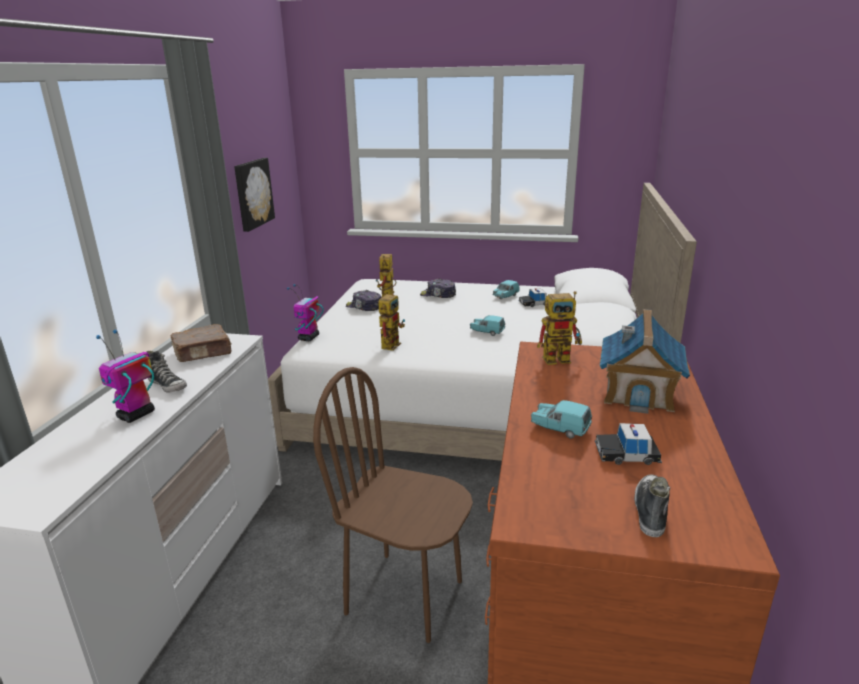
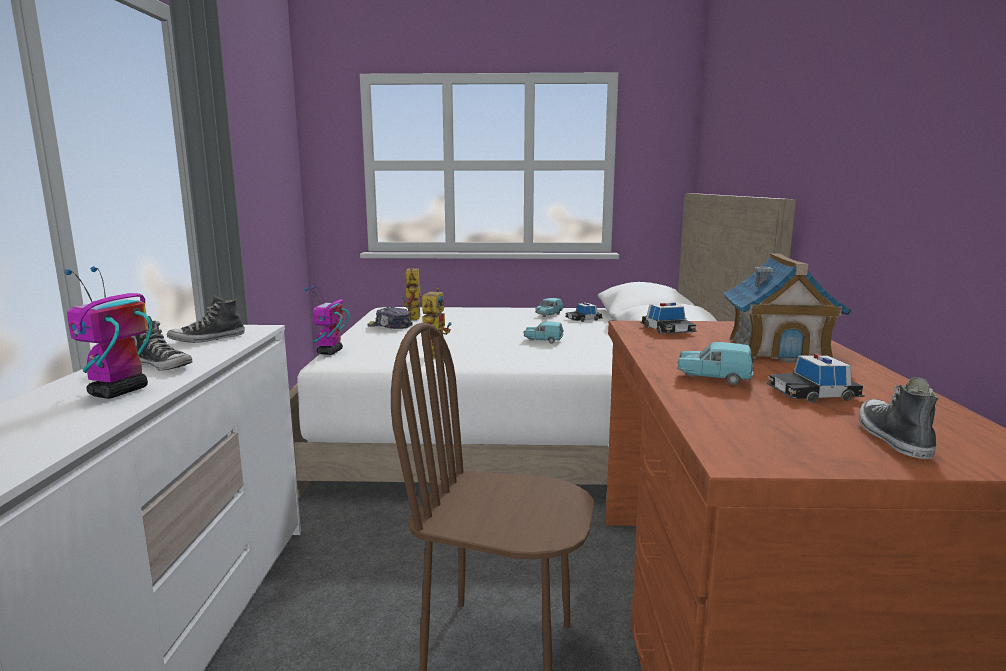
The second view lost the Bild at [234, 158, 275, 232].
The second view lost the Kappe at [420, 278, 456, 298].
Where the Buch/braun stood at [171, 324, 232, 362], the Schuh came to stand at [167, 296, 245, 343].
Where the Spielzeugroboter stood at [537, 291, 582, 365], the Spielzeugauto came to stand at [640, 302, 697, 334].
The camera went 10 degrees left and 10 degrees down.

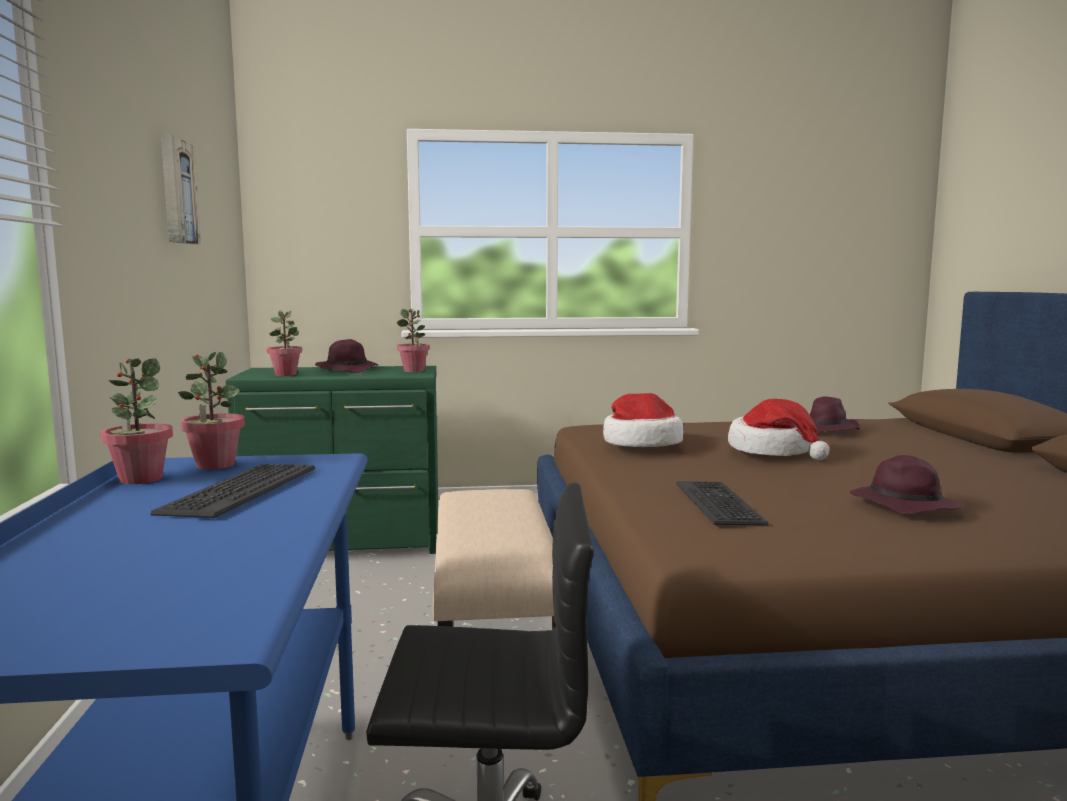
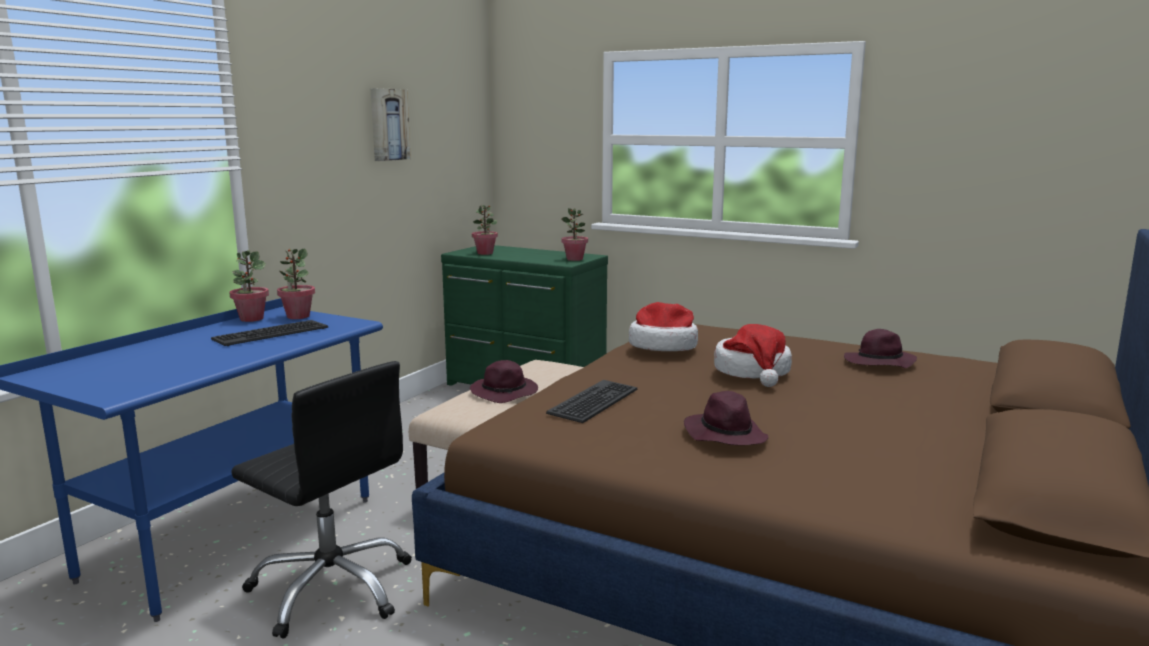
The Hut/lila ended up elsewhere, having gone from [315, 339, 379, 373] to [470, 360, 538, 403].
The camera went 35 degrees right and 5 degrees up.

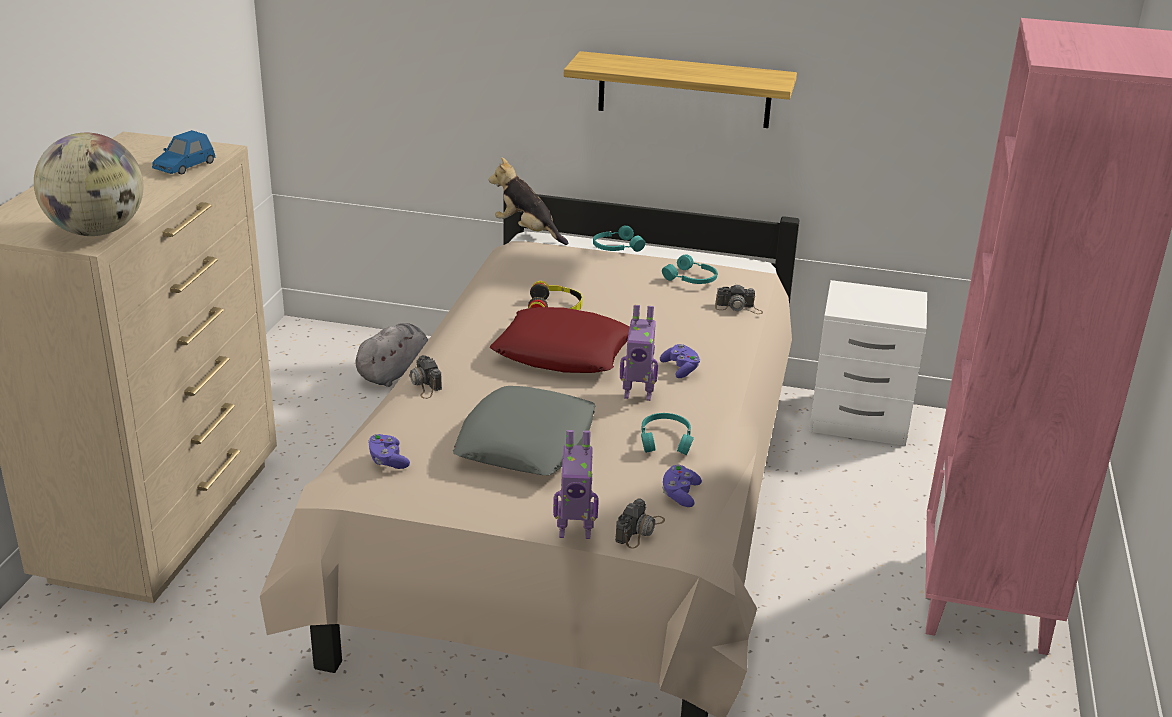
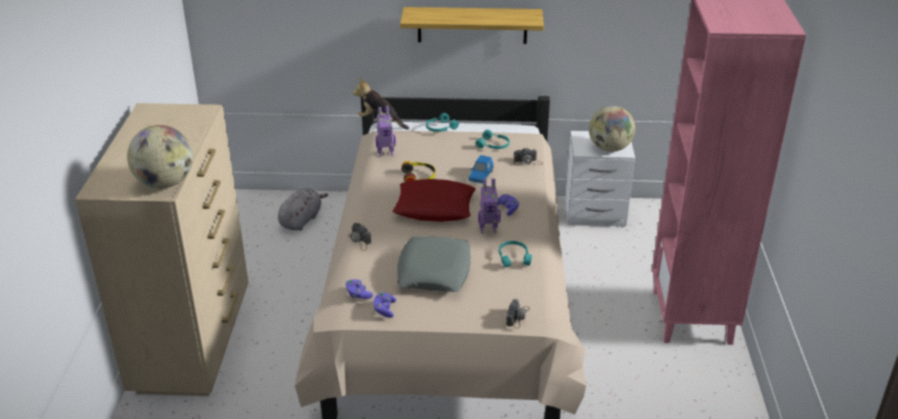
The second view gained the Globus at [589, 106, 635, 152].
The Spielzeugauto/blau ended up elsewhere, having gone from [152, 130, 215, 174] to [469, 155, 494, 184].
The Spielzeugroboter ended up elsewhere, having gone from [553, 430, 599, 539] to [376, 106, 396, 157].
The Gamepad/lila ended up elsewhere, having gone from [662, 465, 702, 507] to [374, 292, 396, 318].
The camera went 10 degrees left and 5 degrees up.

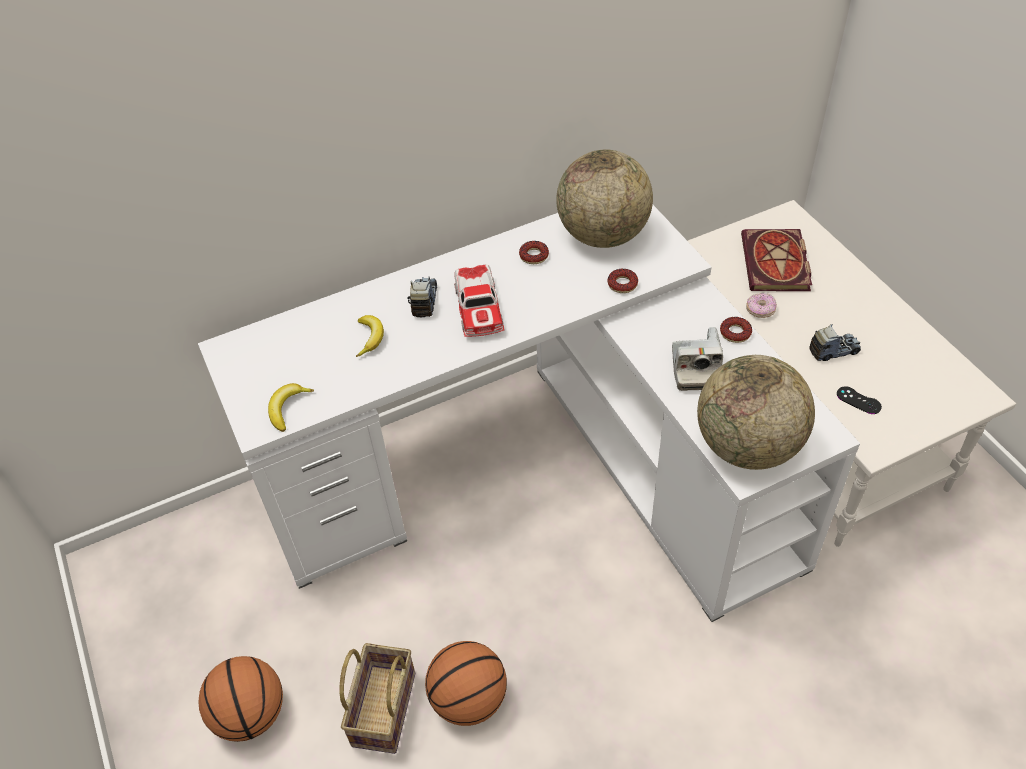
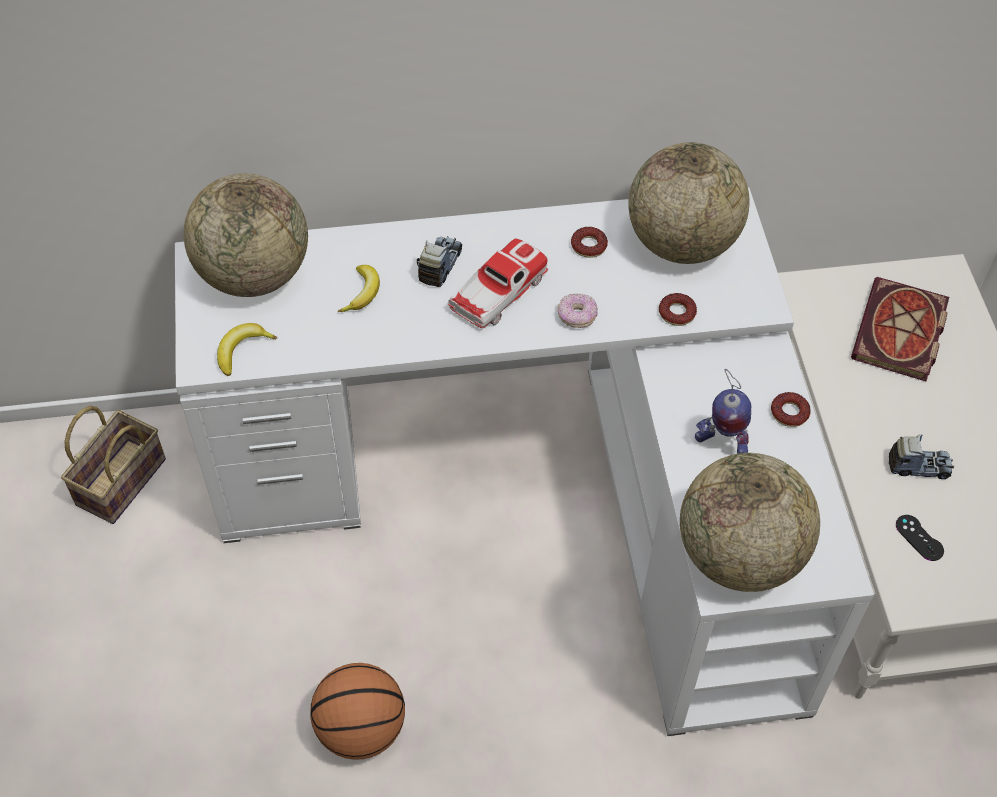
The second view lost the Basketball at [199, 656, 283, 742].
The second view gained the Globus at [184, 173, 308, 297].
The Korb ended up elsewhere, having gone from [339, 643, 415, 754] to [61, 406, 166, 524].
The Donut ended up elsewhere, having gone from [746, 293, 777, 318] to [558, 293, 598, 328].
Where the Kamera stood at [672, 327, 723, 391], the Spielzeugroboter came to stand at [695, 369, 751, 454].
The Spielzeugauto at [454, 265, 505, 337] ended up facing another way, 150 degrees counterclockwise from before.
The camera went 15 degrees right and 5 degrees up.

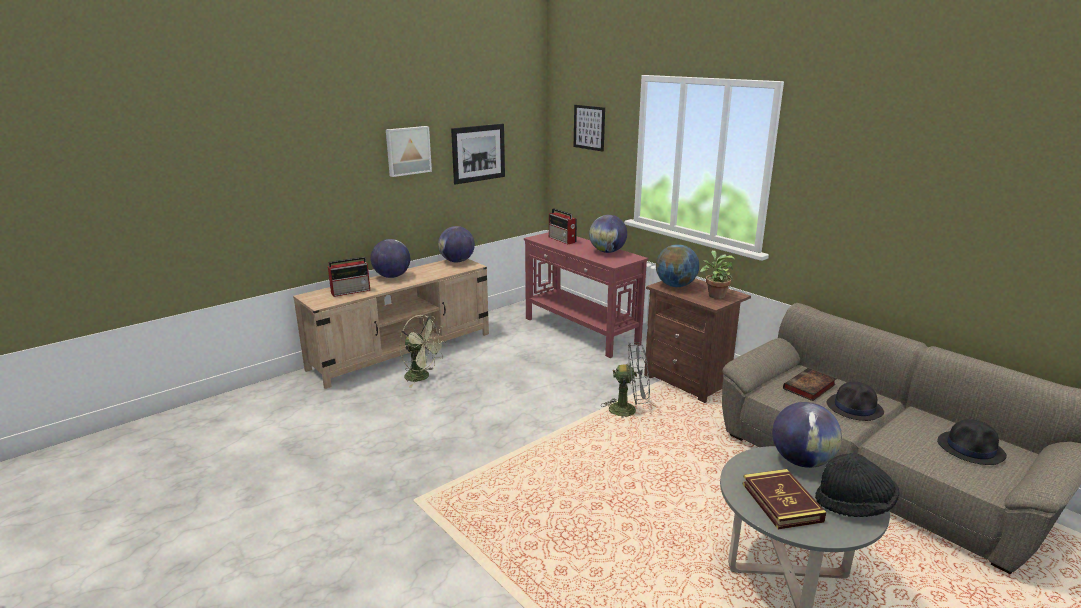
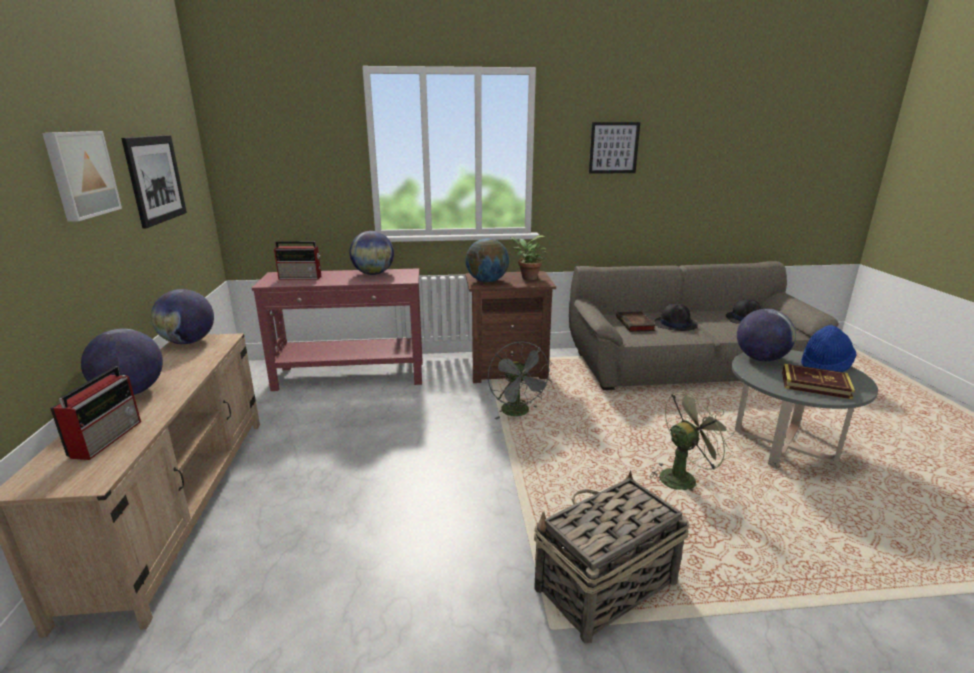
The second view gained the Korb at [534, 470, 690, 643].
The Ventilator/grün ended up elsewhere, having gone from [400, 315, 446, 387] to [650, 389, 735, 491].
The Bild ended up elsewhere, having gone from [574, 105, 605, 152] to [589, 122, 640, 174].
What was the Hut/schwarz at [815, 453, 900, 517] turned into the Hut/blau at [801, 325, 856, 372].
The Ventilator/grau at [602, 342, 650, 418] ended up facing another way, 120 degrees clockwise from before.
The camera went 55 degrees left and 0 degrees up.

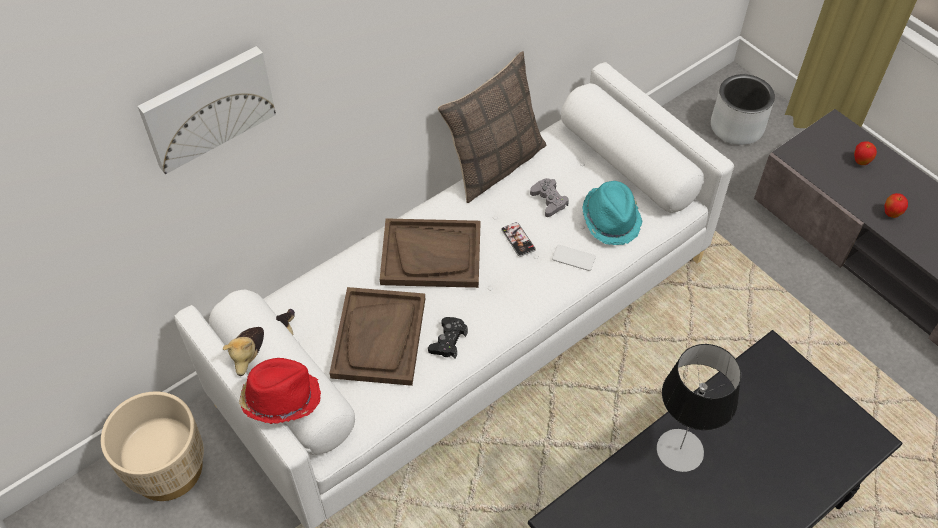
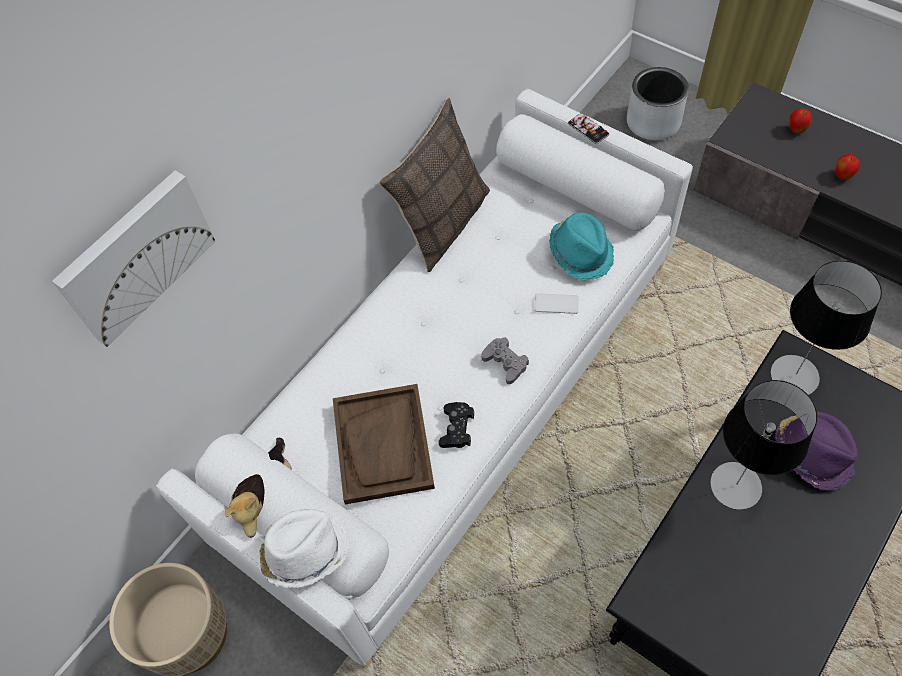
The second view lost the Tablett/braun at [380, 218, 480, 288].
The second view gained the Tischlampe at [771, 260, 882, 395].
The second view gained the Hut/lila at [775, 411, 858, 491].
The Handy ended up elsewhere, having gone from [501, 222, 536, 257] to [568, 113, 609, 144].
The Gamepad/grau ended up elsewhere, having gone from [530, 178, 569, 217] to [481, 337, 529, 384].
What was the Hut/rot at [239, 358, 321, 424] turned into the Hut/weiß at [260, 510, 350, 588].
The camera went 10 degrees left and 5 degrees up.

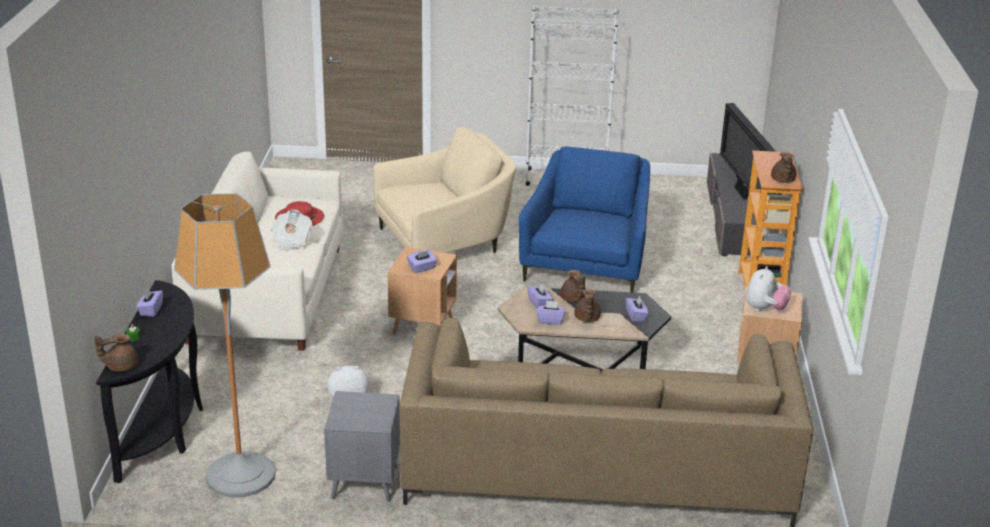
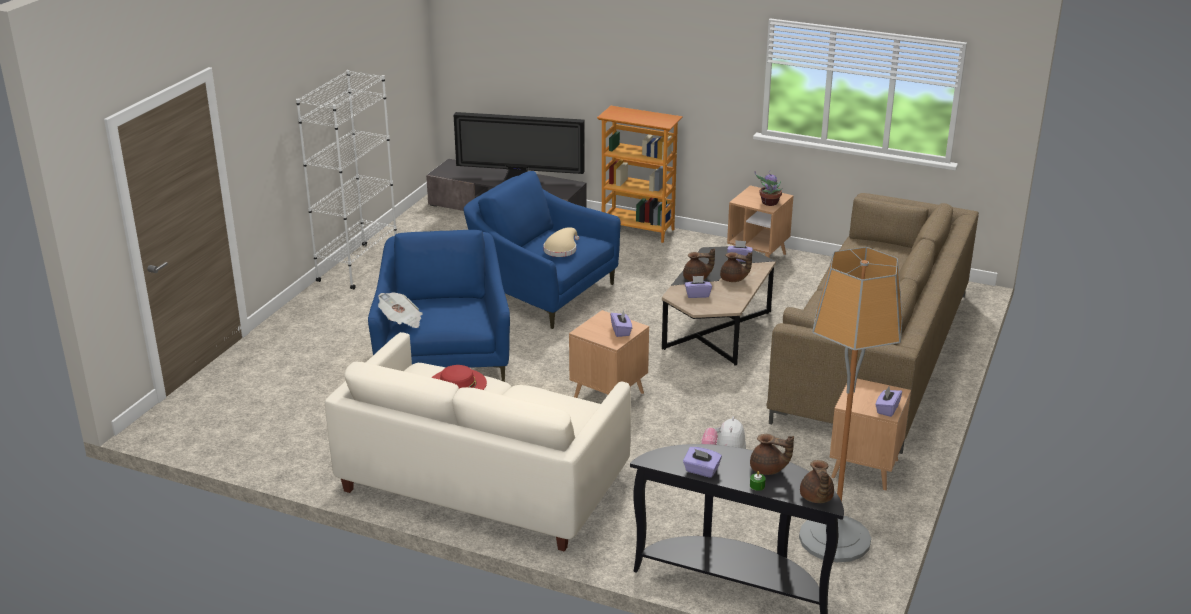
The second view gained the Hut/beige at [544, 227, 579, 257].
The Zeitung ended up elsewhere, having gone from [271, 210, 313, 251] to [378, 292, 423, 328].
The Taschentuchbox/lila ended up elsewhere, having gone from [537, 300, 565, 325] to [875, 387, 902, 417].
The Teekanne/braun ended up elsewhere, having gone from [771, 152, 796, 183] to [750, 434, 794, 475].
Where the Plüschtier stood at [746, 266, 791, 312], the Topfpflanze came to stand at [755, 171, 782, 206].
What was the Beistelltisch/grau at [324, 391, 400, 503] turned into the Beistelltisch/braun at [830, 379, 911, 491].
What was the Sessel/beige at [373, 127, 516, 253] turned into the Sessel/blau at [368, 230, 510, 382].
The camera went 70 degrees left and 0 degrees up.

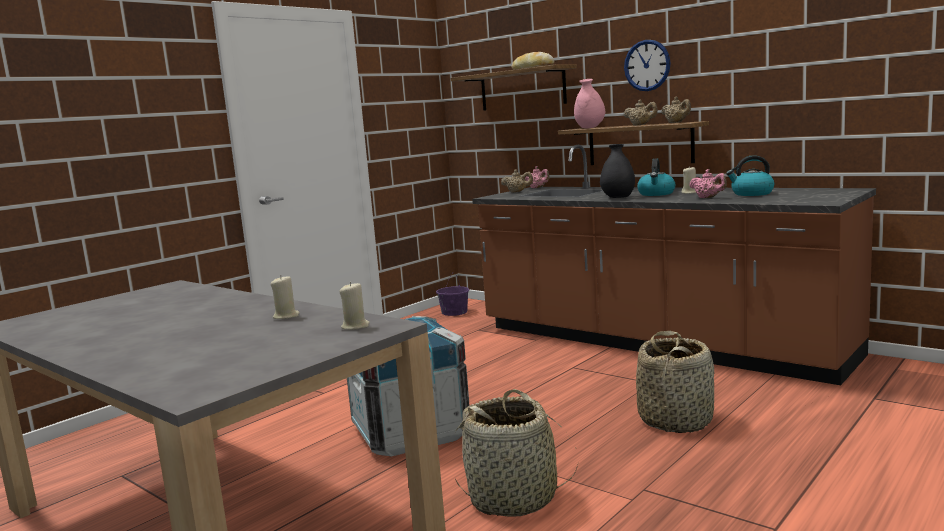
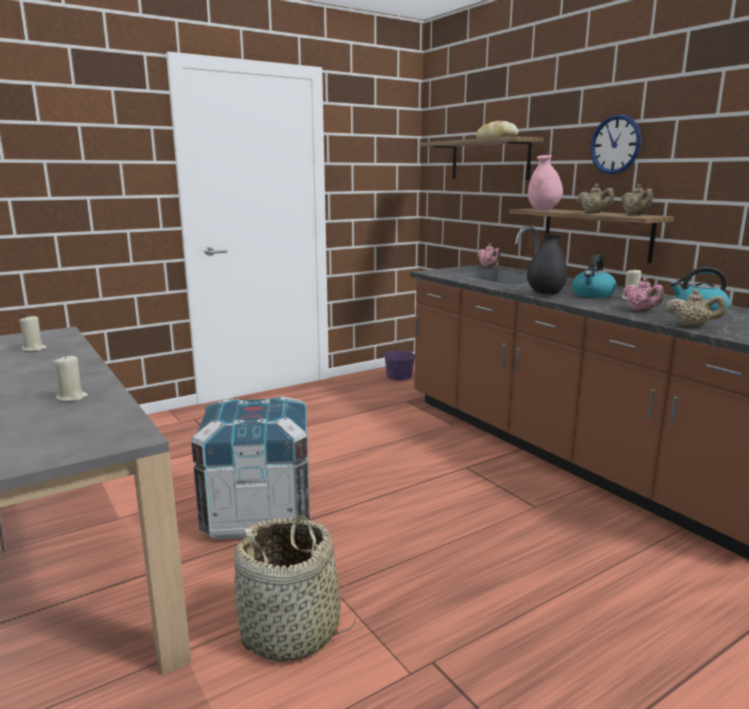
The second view lost the Korb at [636, 331, 715, 433].
The Kerze/beige ended up elsewhere, having gone from [339, 282, 370, 330] to [19, 315, 47, 351].
The Teekanne/beige ended up elsewhere, having gone from [501, 169, 533, 193] to [665, 289, 726, 327].
The camera went 15 degrees right and 5 degrees up.

